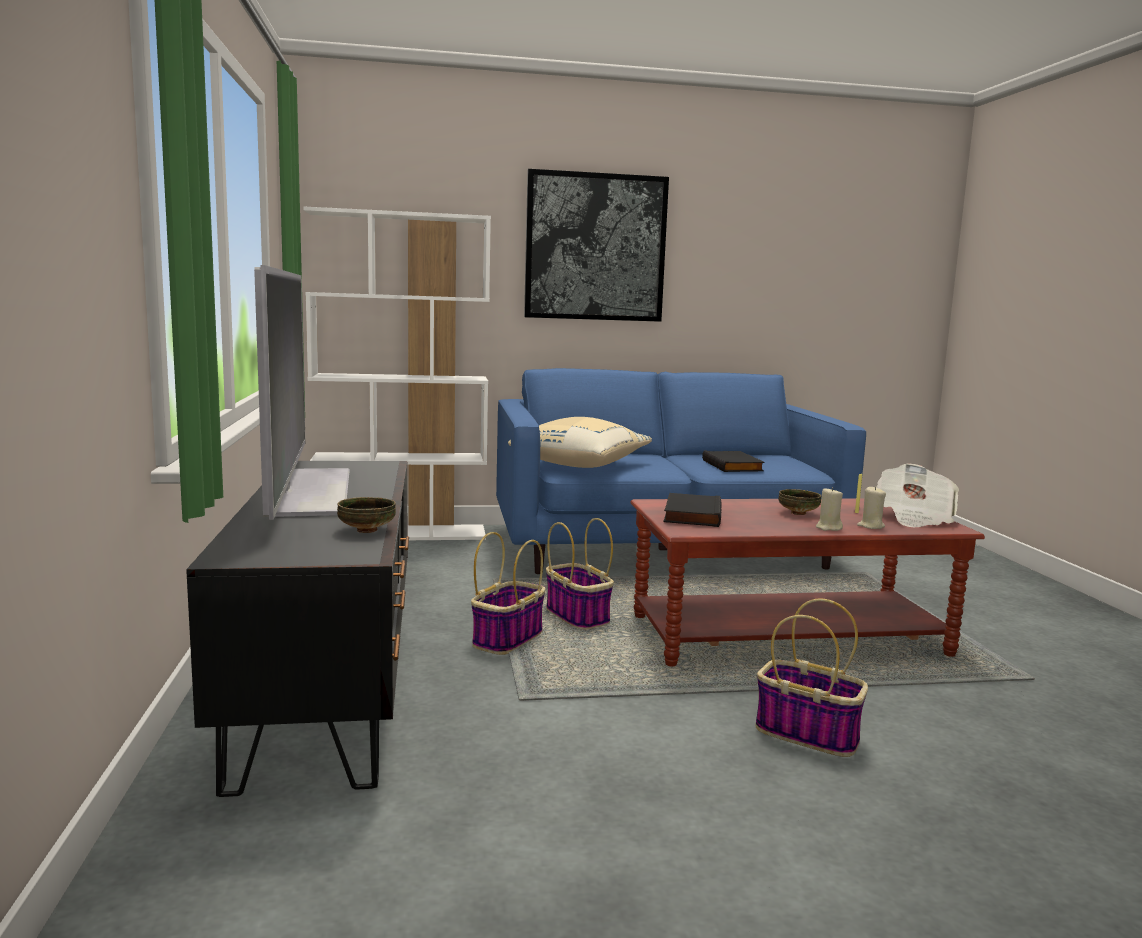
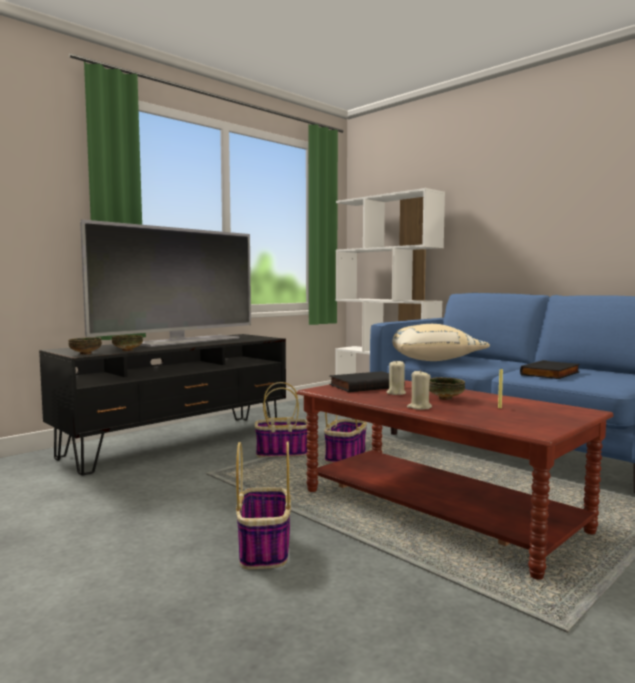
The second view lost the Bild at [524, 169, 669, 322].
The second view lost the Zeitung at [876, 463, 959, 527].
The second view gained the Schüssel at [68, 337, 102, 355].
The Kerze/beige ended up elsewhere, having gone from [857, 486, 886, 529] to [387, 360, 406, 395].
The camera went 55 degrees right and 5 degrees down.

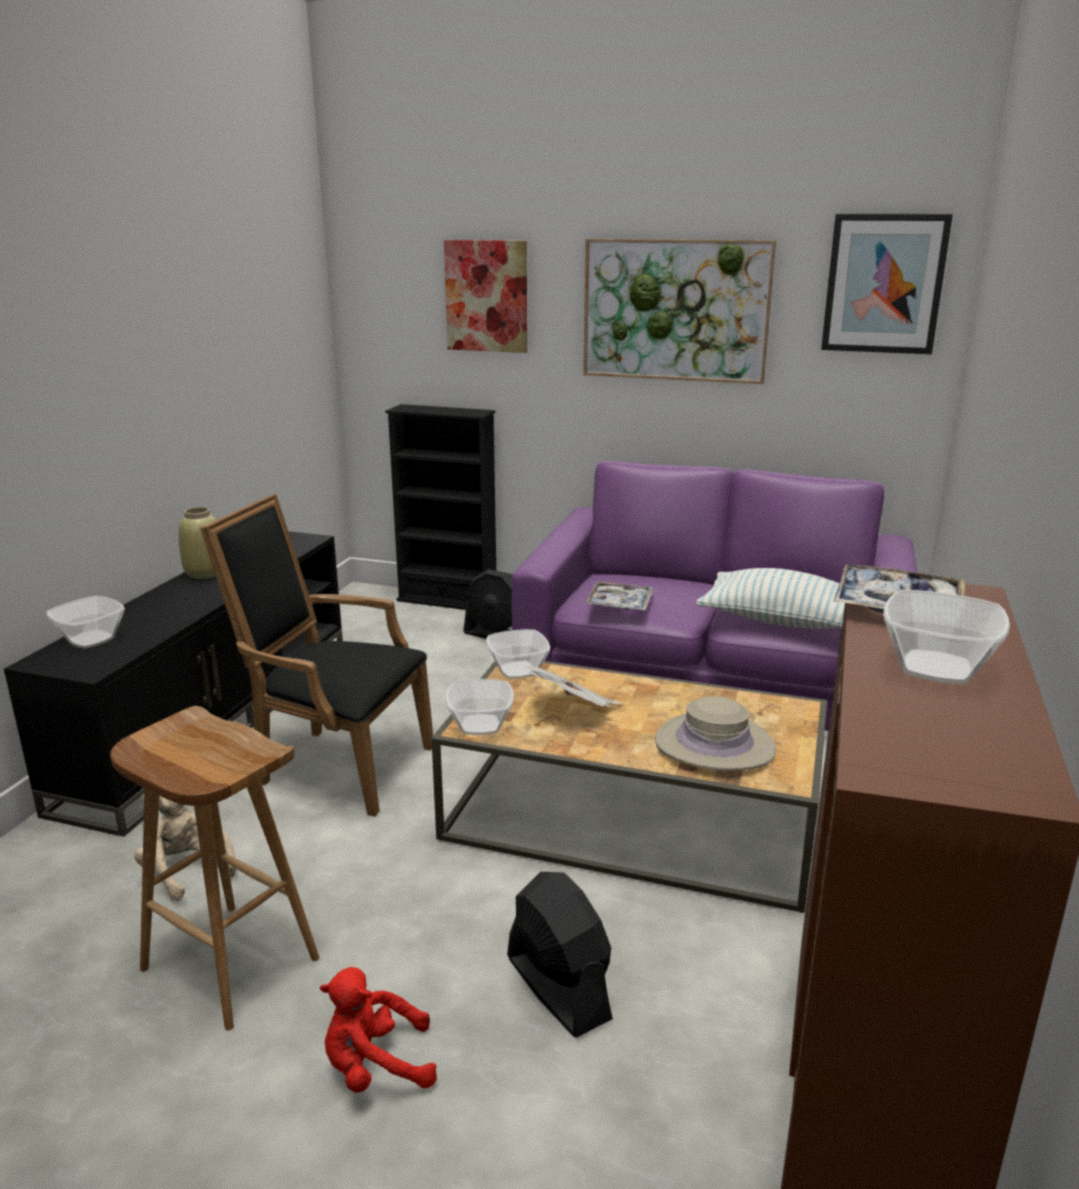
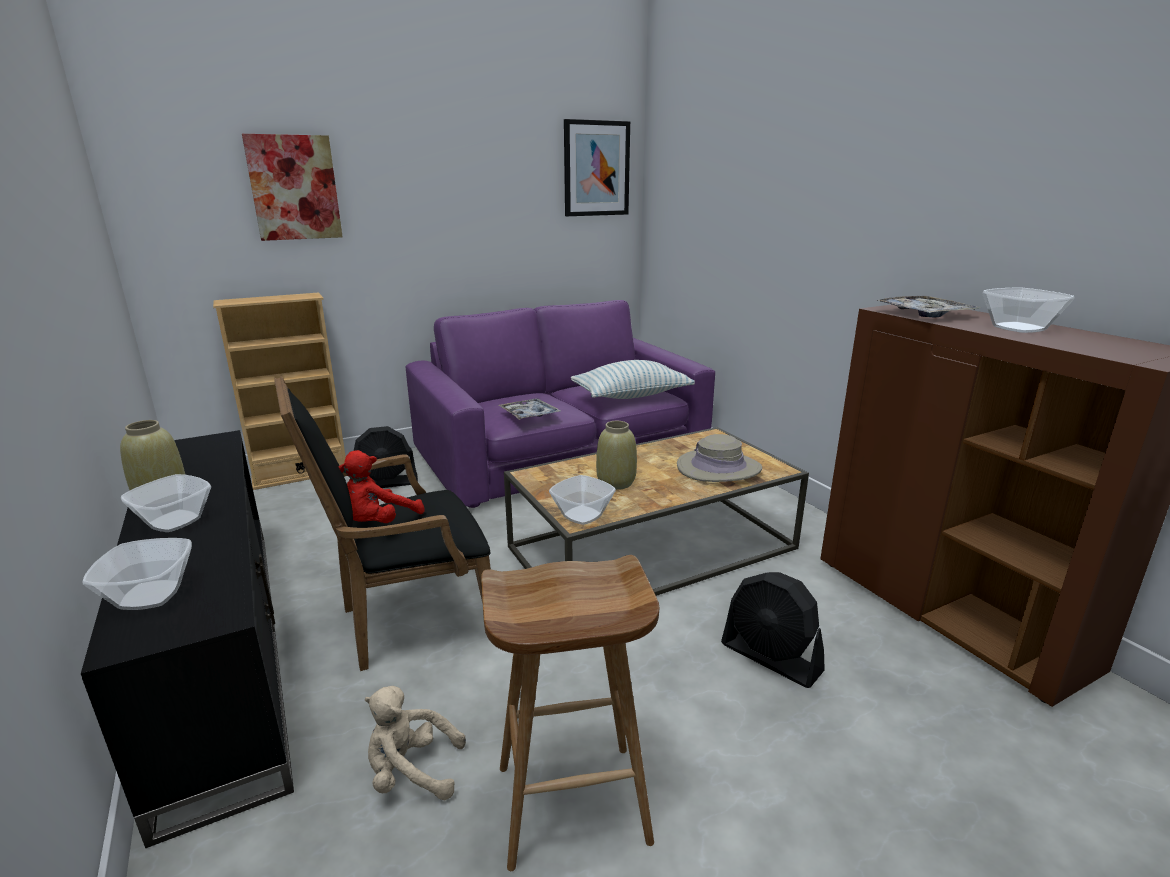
The second view lost the Bild at [583, 239, 776, 384].
The Plüschtier/rot ended up elsewhere, having gone from [320, 967, 437, 1093] to [339, 450, 425, 523].
The Schüssel ended up elsewhere, having gone from [486, 629, 550, 679] to [121, 474, 211, 532].
Where the Zeitung stood at [526, 666, 621, 707], the Vase/beige came to stand at [596, 421, 637, 490].
What was the Bücherregal/schwarz at [385, 404, 496, 610] turned into the Bücherregal/beige at [213, 293, 346, 490].
The Ventilator/schwarz at [507, 872, 613, 1038] ended up facing another way, 150 degrees counterclockwise from before.
The camera went 45 degrees left and 0 degrees up.

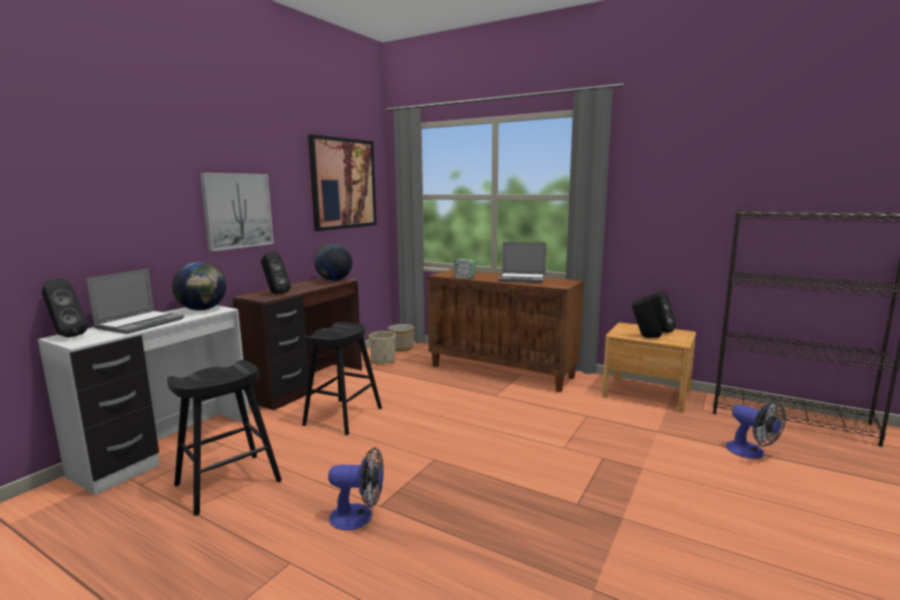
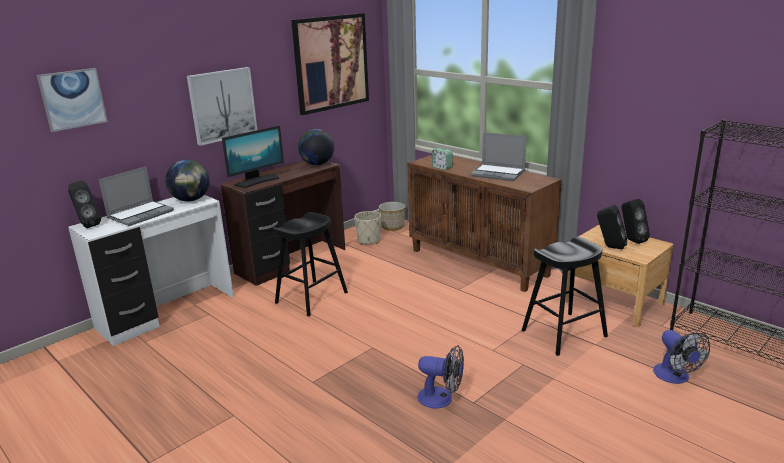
The second view gained the Bild at [37, 68, 108, 132].
The Hocker/schwarz ended up elsewhere, having gone from [167, 360, 282, 516] to [522, 237, 608, 356].
The Ventilator ended up elsewhere, having gone from [328, 447, 384, 531] to [417, 345, 464, 408].
Where the Lautsprecher/schwarz stood at [261, 252, 291, 294], the Monitor came to stand at [222, 125, 284, 188].
The camera went 15 degrees right and 10 degrees up.

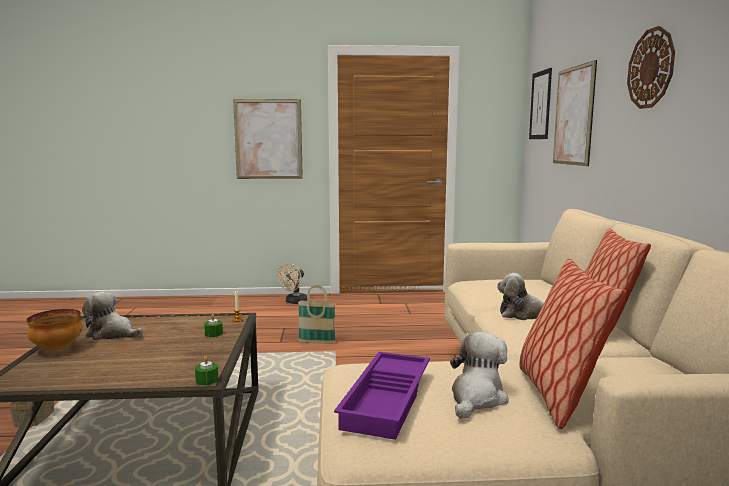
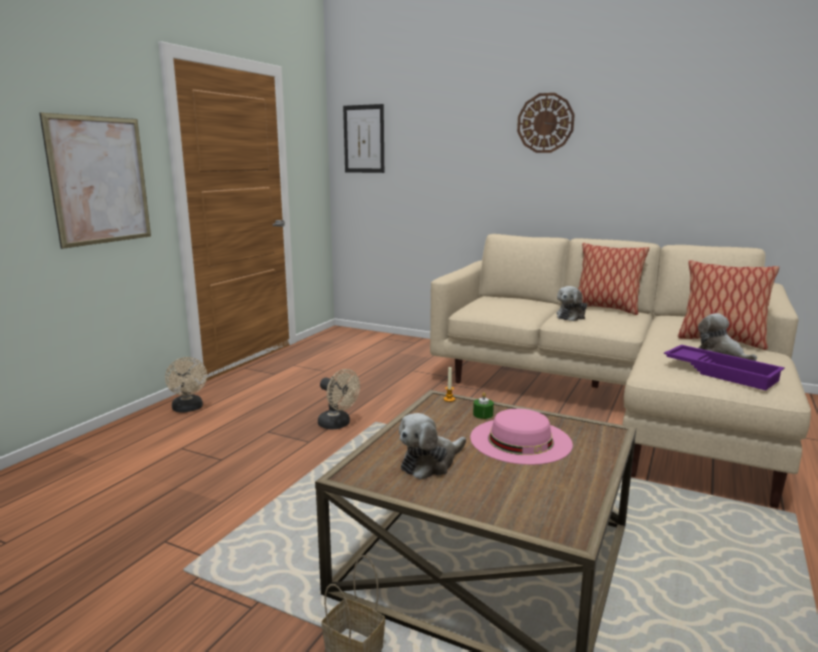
The second view lost the Schüssel at [26, 309, 83, 350].
The second view lost the Kerze/grün at [195, 355, 218, 385].
The second view lost the Bild at [553, 60, 597, 166].
The second view gained the Hut/rosa at [470, 409, 573, 465].
Where the Korb stood at [298, 285, 336, 344], the Ventilator/beige came to stand at [318, 369, 360, 430].
The camera went 60 degrees left and 5 degrees up.

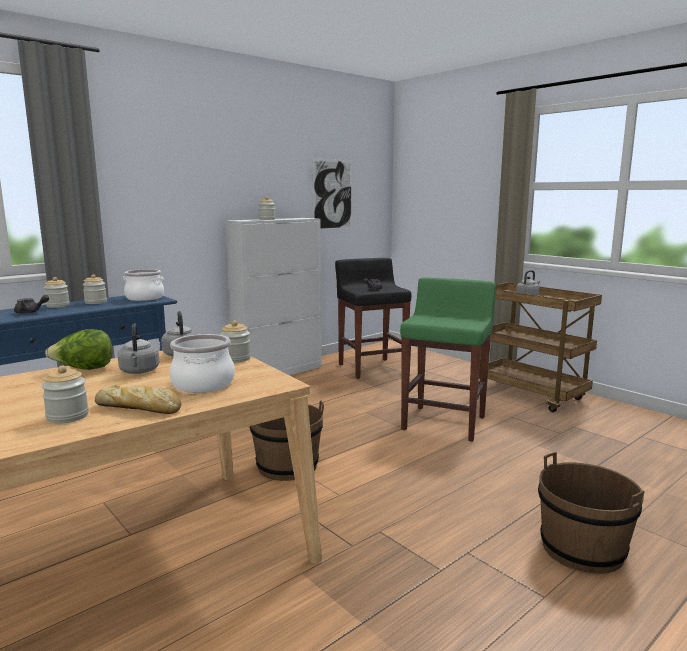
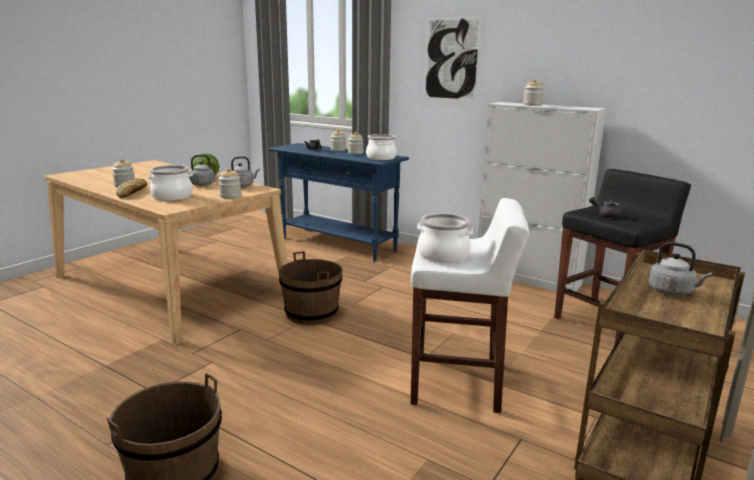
The second view gained the Kochtopf at [417, 213, 473, 263].
The Bild ended up elsewhere, having gone from [312, 158, 352, 230] to [424, 16, 482, 102].
What was the Hocker/grün at [400, 277, 496, 442] turned into the Hocker/weiß at [411, 198, 529, 413].
The camera went 75 degrees right and 5 degrees up.

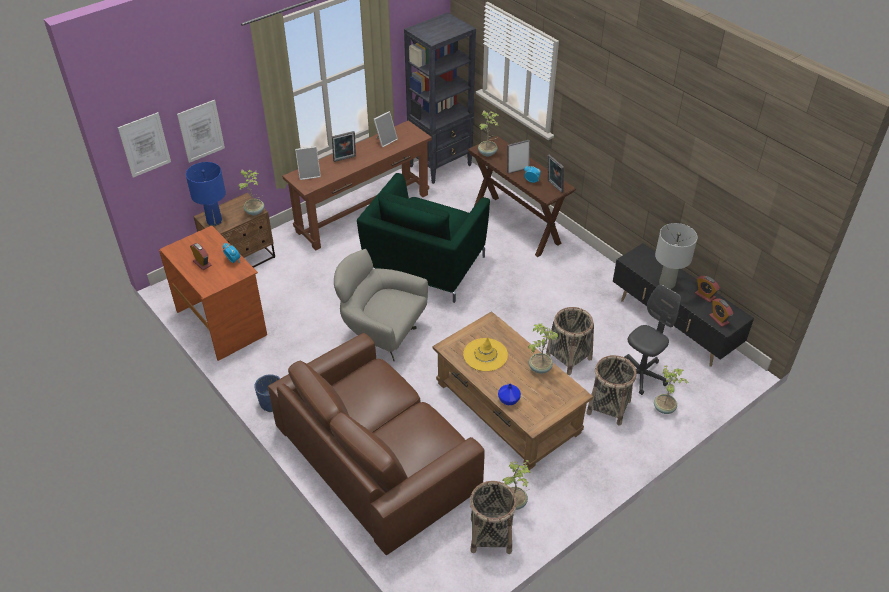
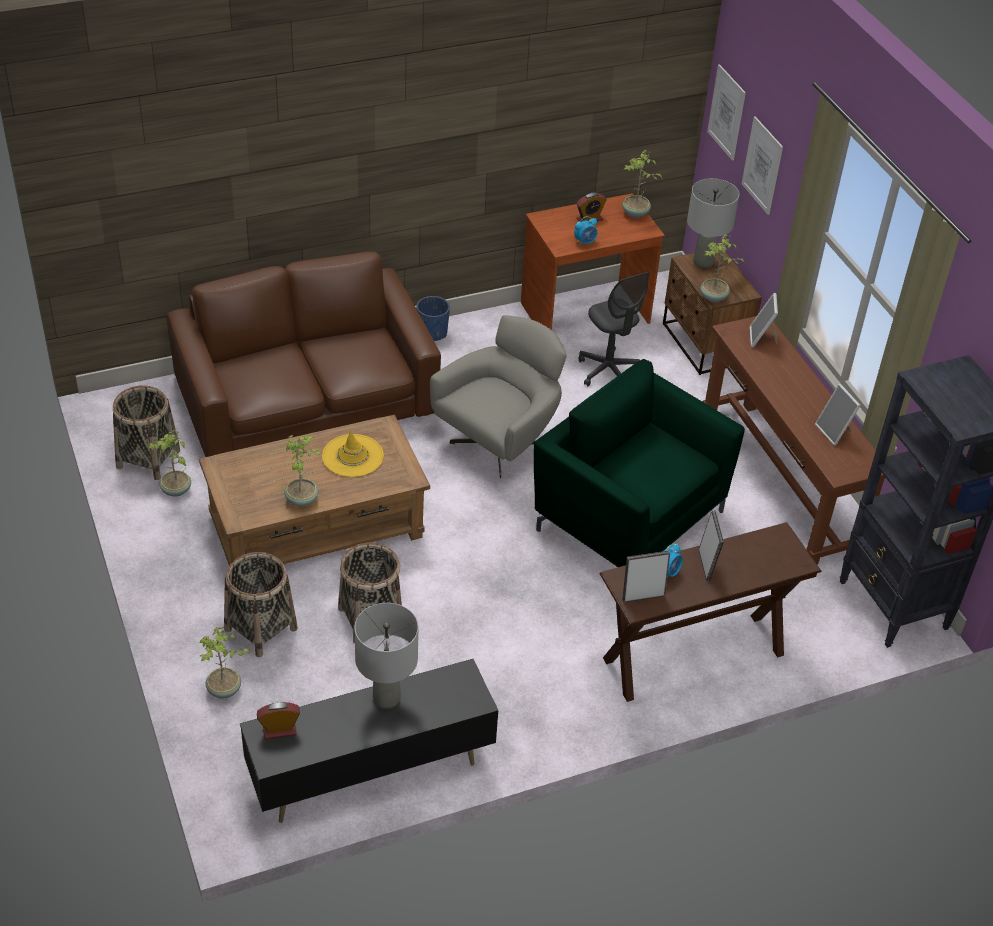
The second view lost the Bilderrahmen at [332, 131, 356, 162].
The second view lost the Vase/blau at [498, 384, 521, 405].
The second view lost the Wecker at [695, 276, 720, 303].
The Topfpflanze ended up elsewhere, having gone from [478, 111, 500, 156] to [622, 150, 662, 218].
The Bürostuhl/grau ended up elsewhere, having gone from [624, 284, 681, 395] to [579, 272, 650, 386].
What was the Tischlampe/blau at [186, 162, 226, 226] turned into the Tischlampe/grau at [687, 178, 739, 268].
The camera went 105 degrees right and 0 degrees up.

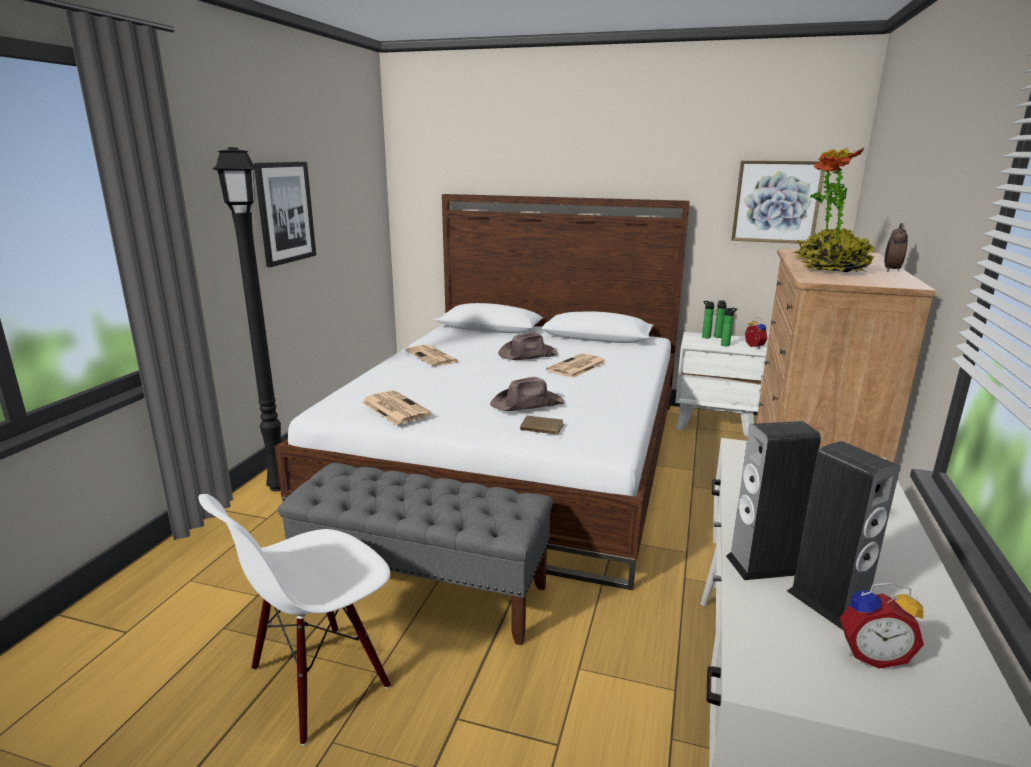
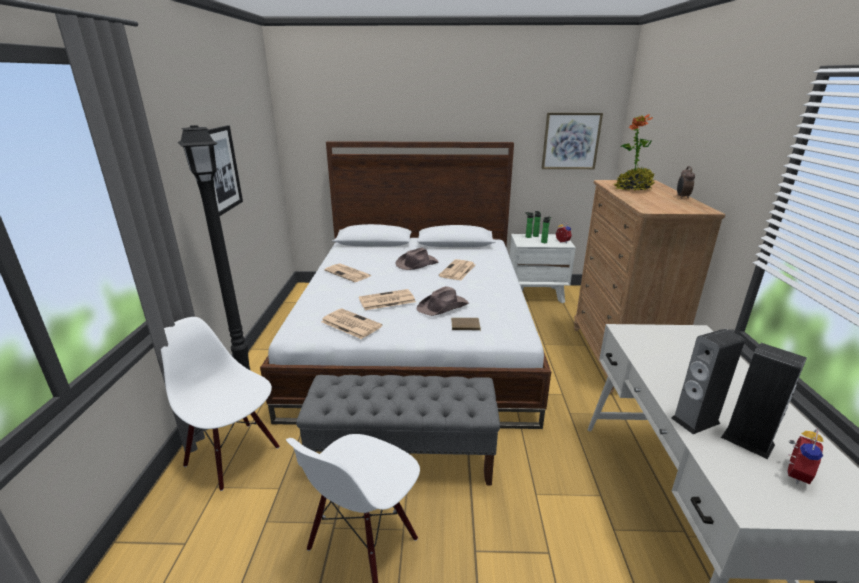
The second view lost the Topfpflanze at [800, 147, 875, 272].
The second view gained the Stuhl/weiß at [161, 317, 280, 491].
The second view gained the Zeitung at [359, 289, 416, 310].
The Wecker at [840, 582, 924, 669] ended up facing another way, 45 degrees counterclockwise from before.
The camera went 15 degrees left and 5 degrees up.

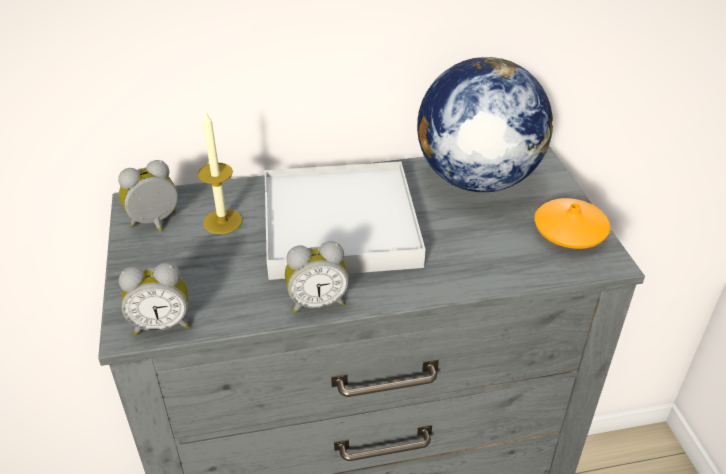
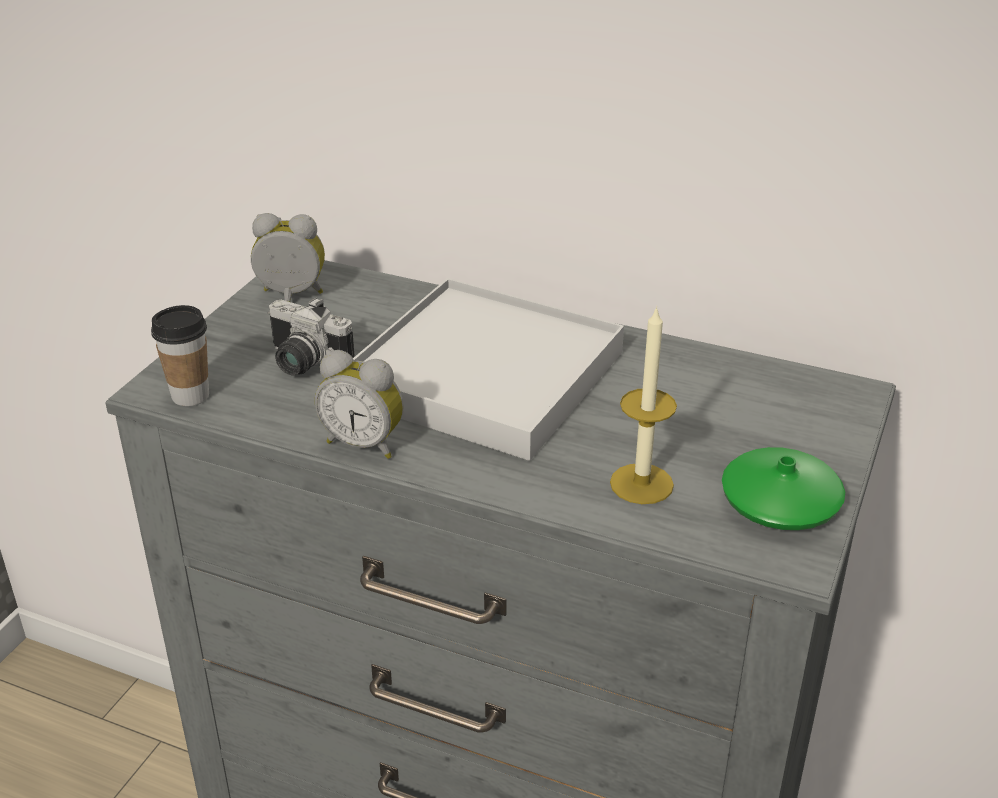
The second view lost the Globus at [417, 57, 554, 192].
The second view gained the Kamera at [268, 297, 355, 376].
The Kerze ended up elsewhere, having gone from [198, 113, 242, 234] to [610, 306, 677, 504].
Where the Wecker stood at [119, 262, 189, 335], the Tasse came to stand at [151, 305, 209, 406].
What was the Vase/orange at [535, 198, 611, 249] turned into the Vase/grün at [722, 447, 845, 530].
The camera went 35 degrees right and 5 degrees down.

